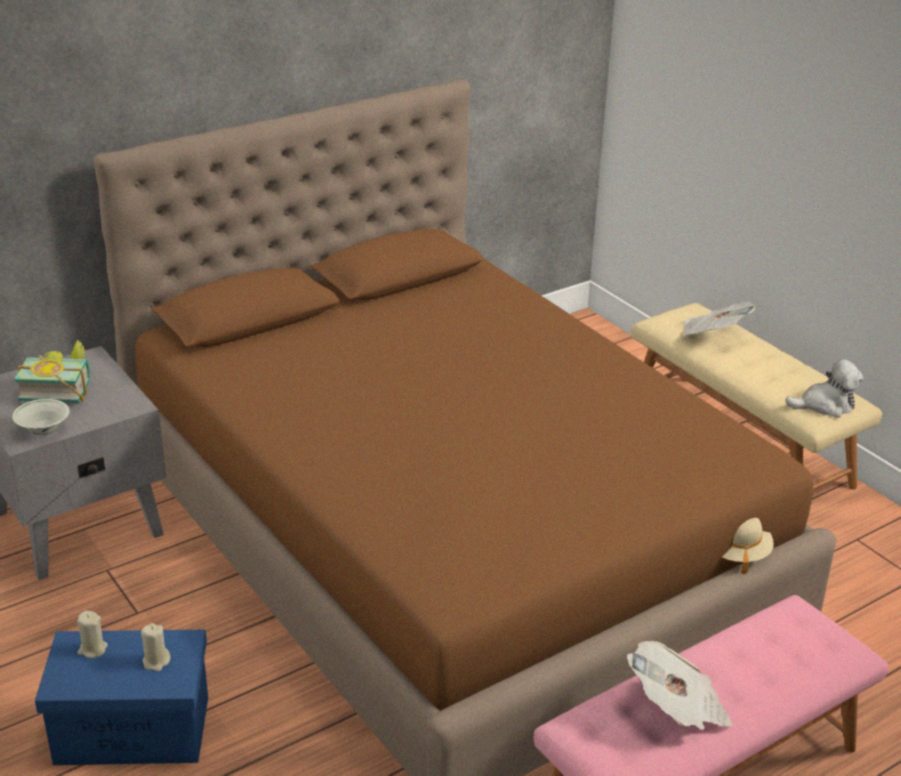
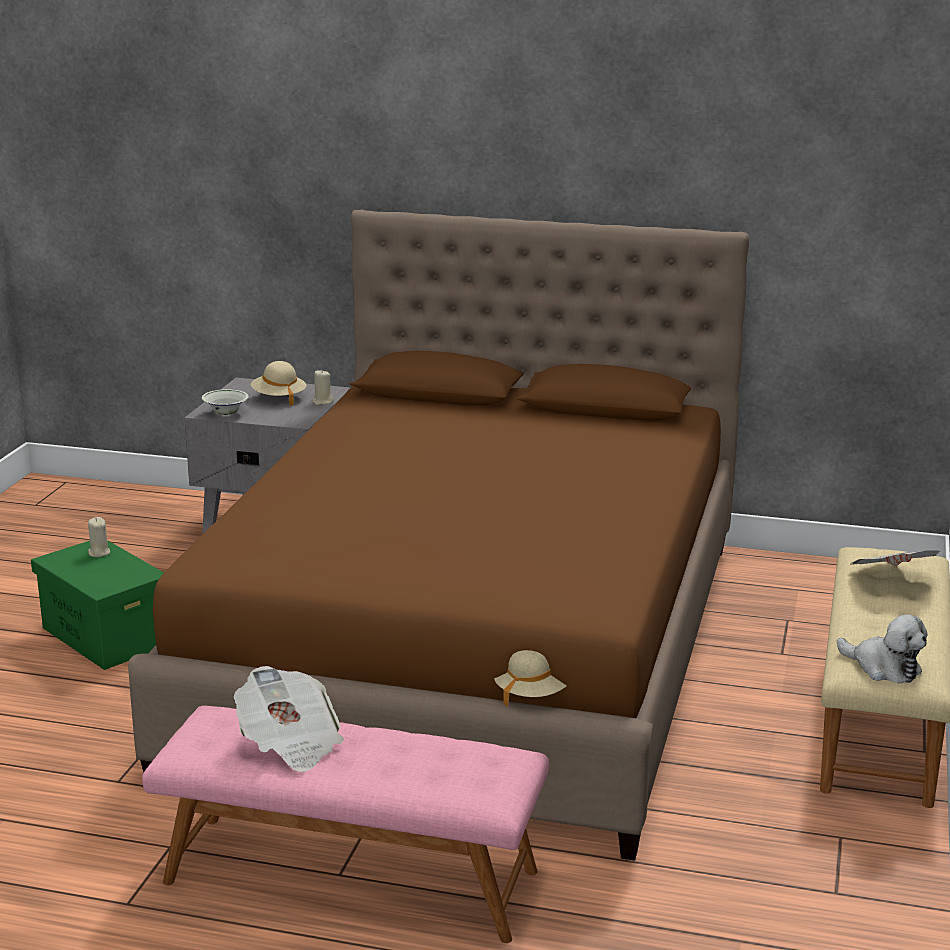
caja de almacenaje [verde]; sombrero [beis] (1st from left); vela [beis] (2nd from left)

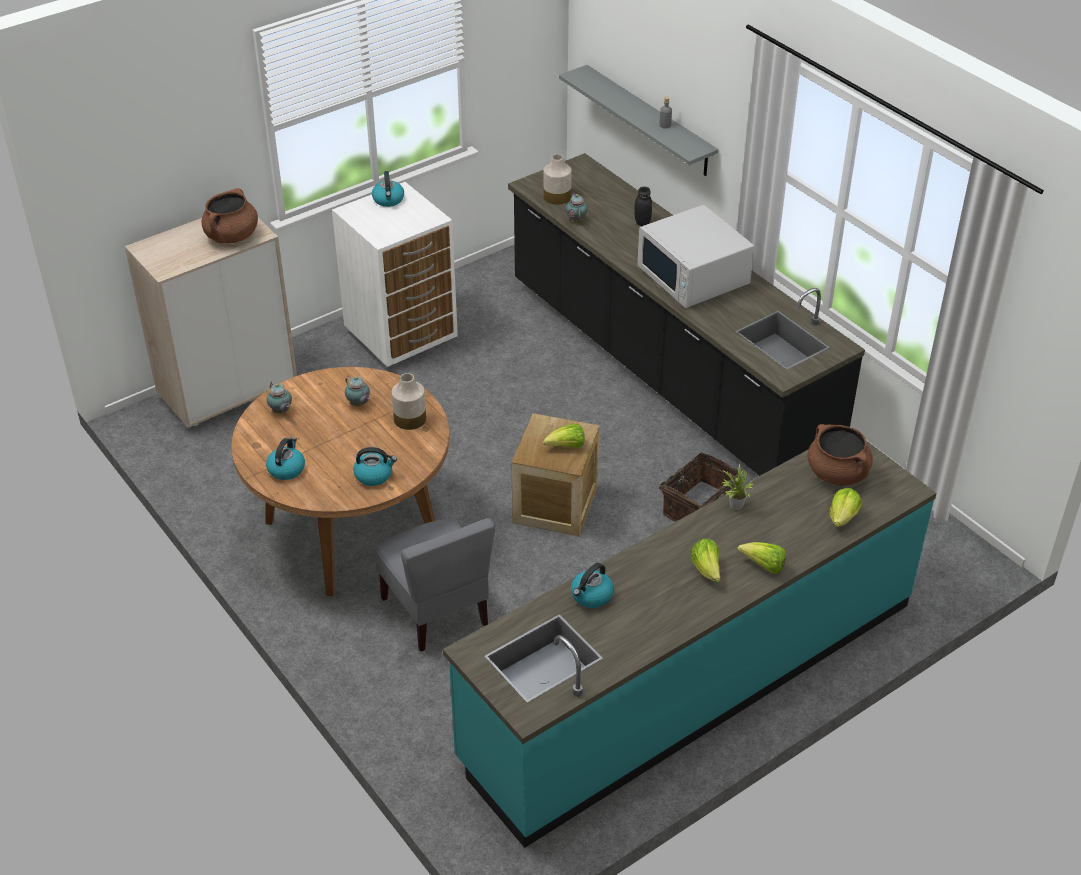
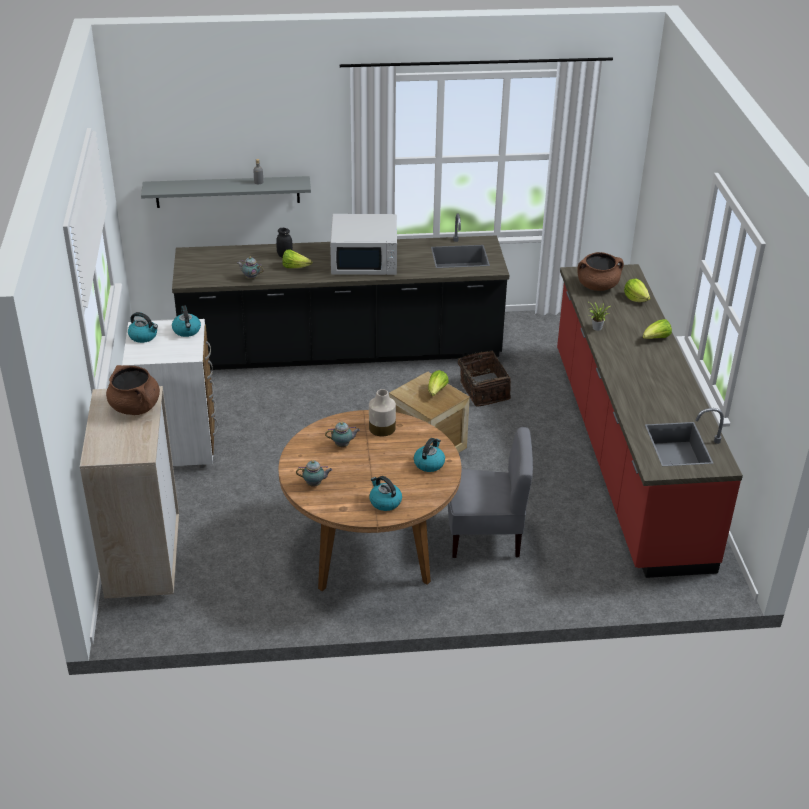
hervidor (2nd from left); lechuga (1st from left); mueble bajo de cocina [rojo]; florero [beis] (2nd from left in the first image)

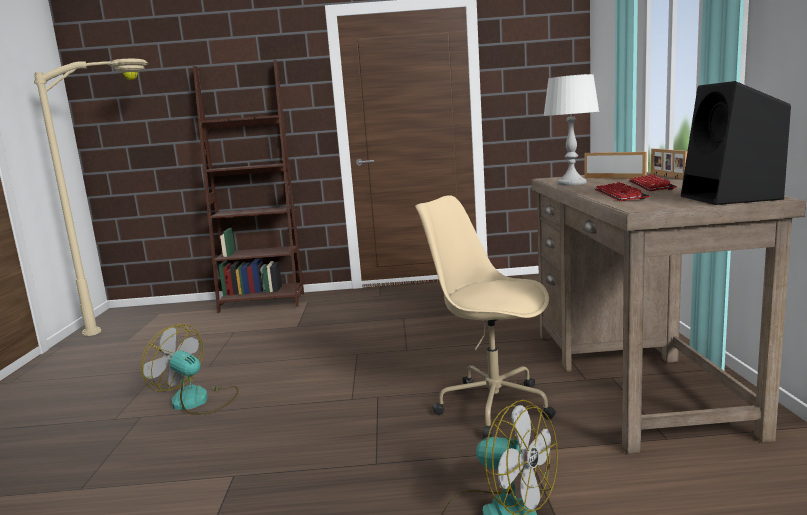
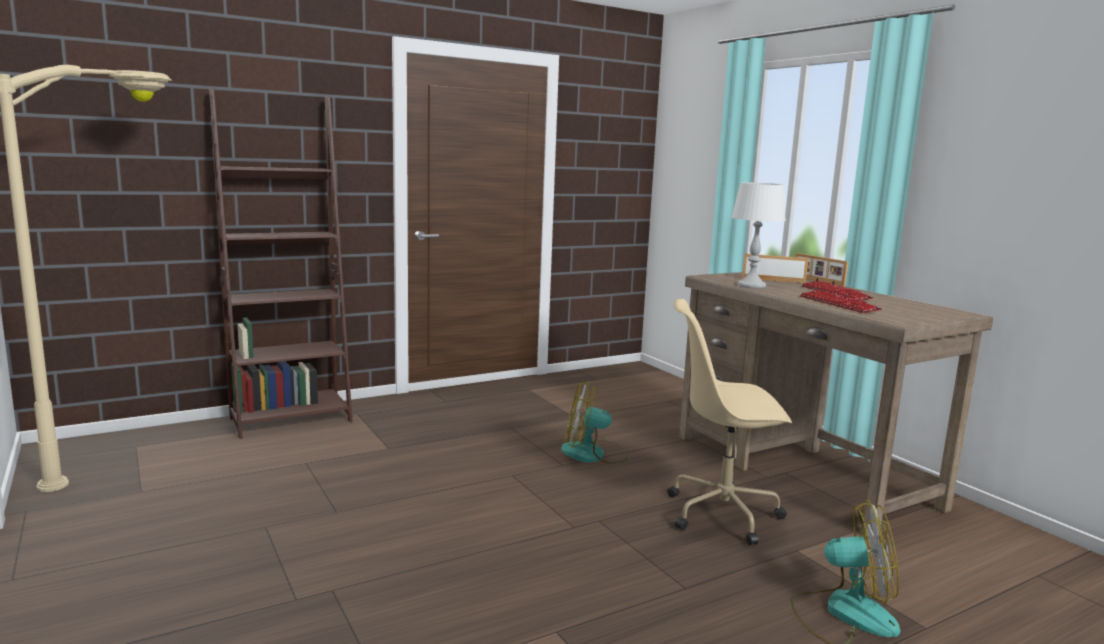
ventilador (1st from left); altavoz [negro]

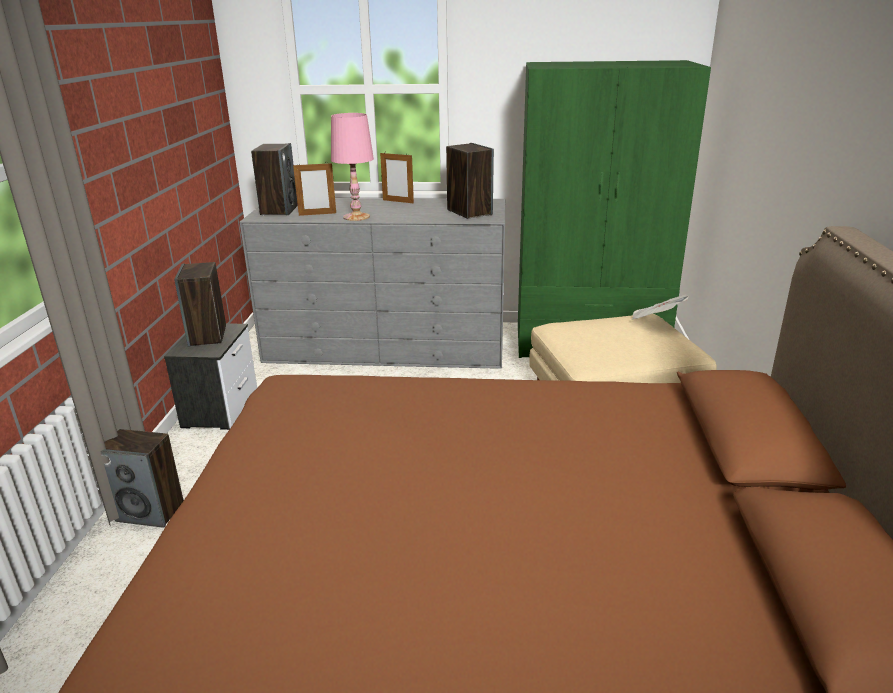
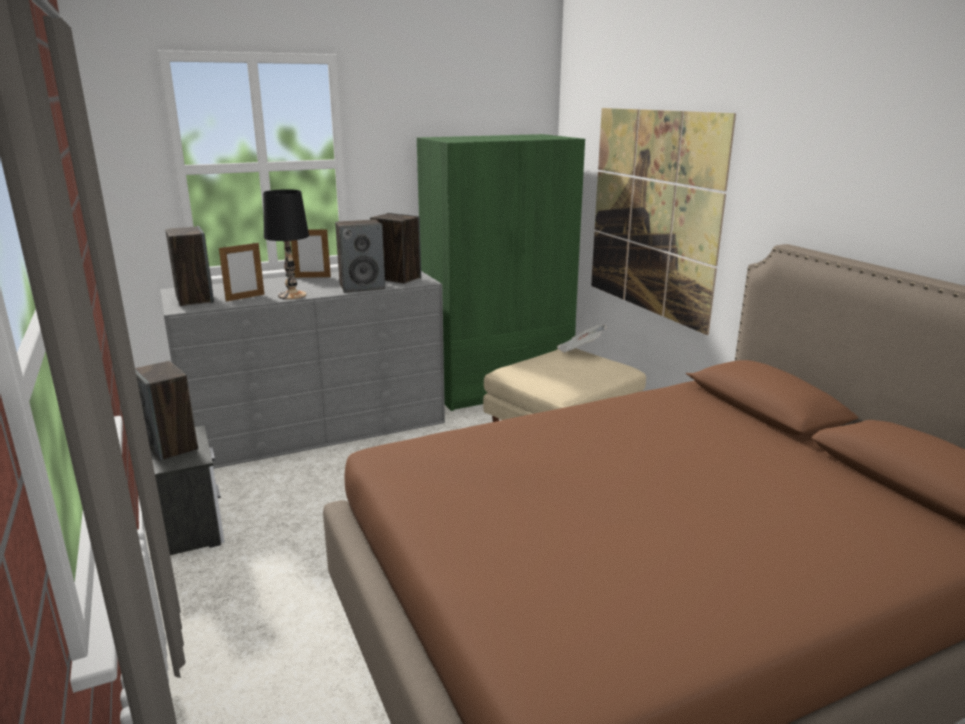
lámpara de mesa [negro]; altavoz (3rd from left); cuadro

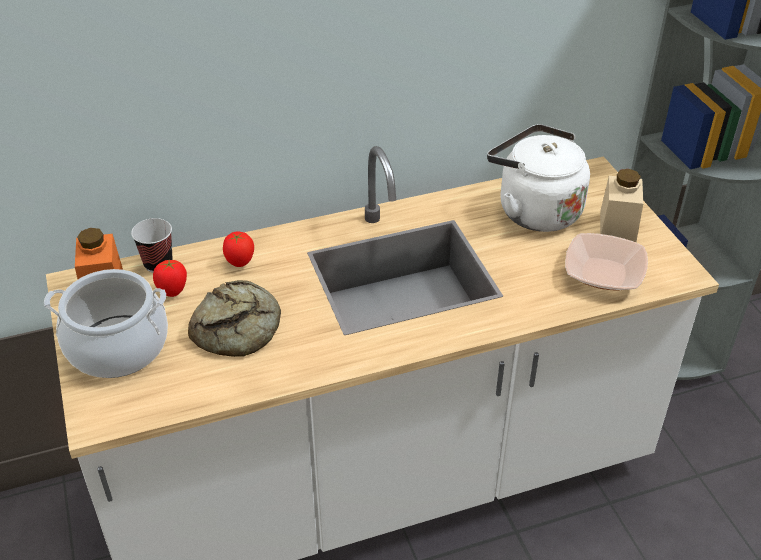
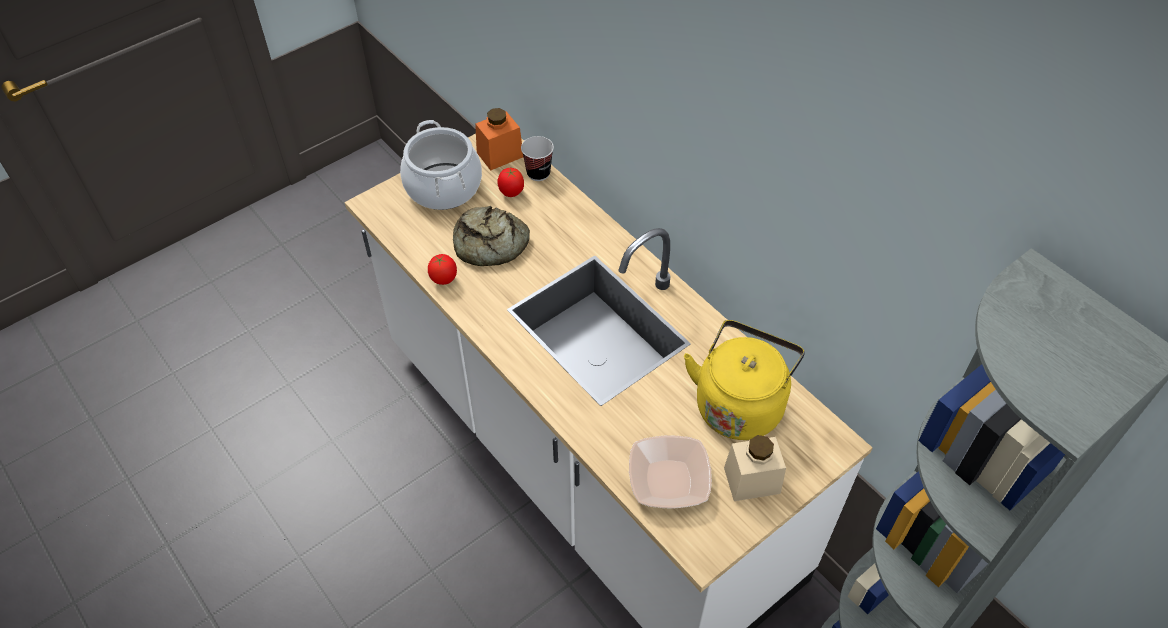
tomate (1st from left); hervidor [amarillo]

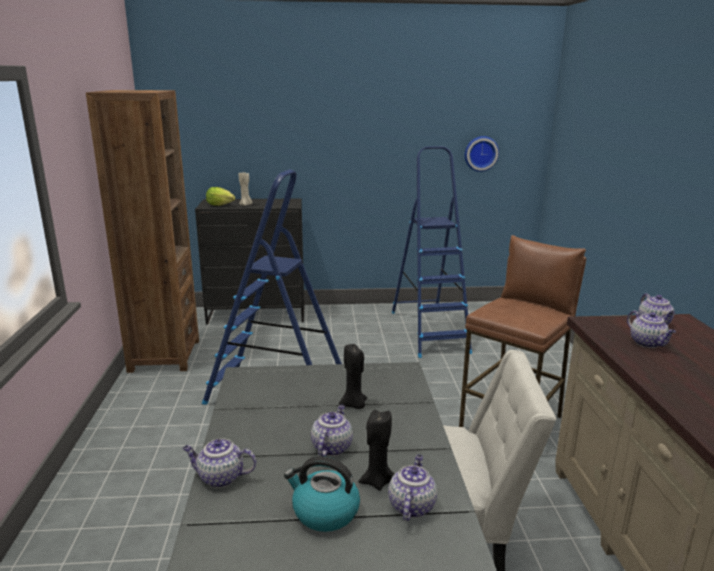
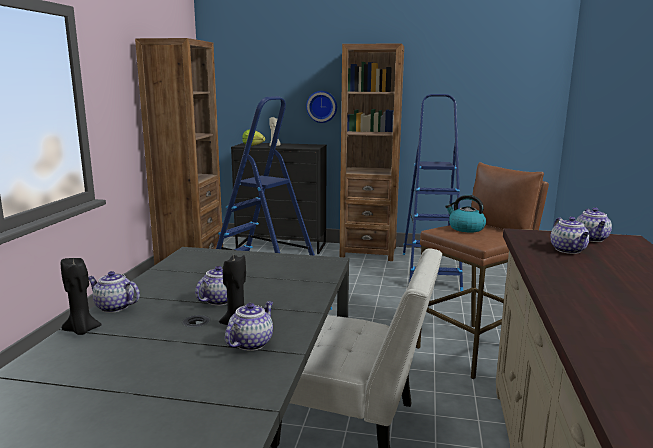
vela [negro] (1st from left); reloj de pared; estantería [marrón] (2nd from left); hervidor

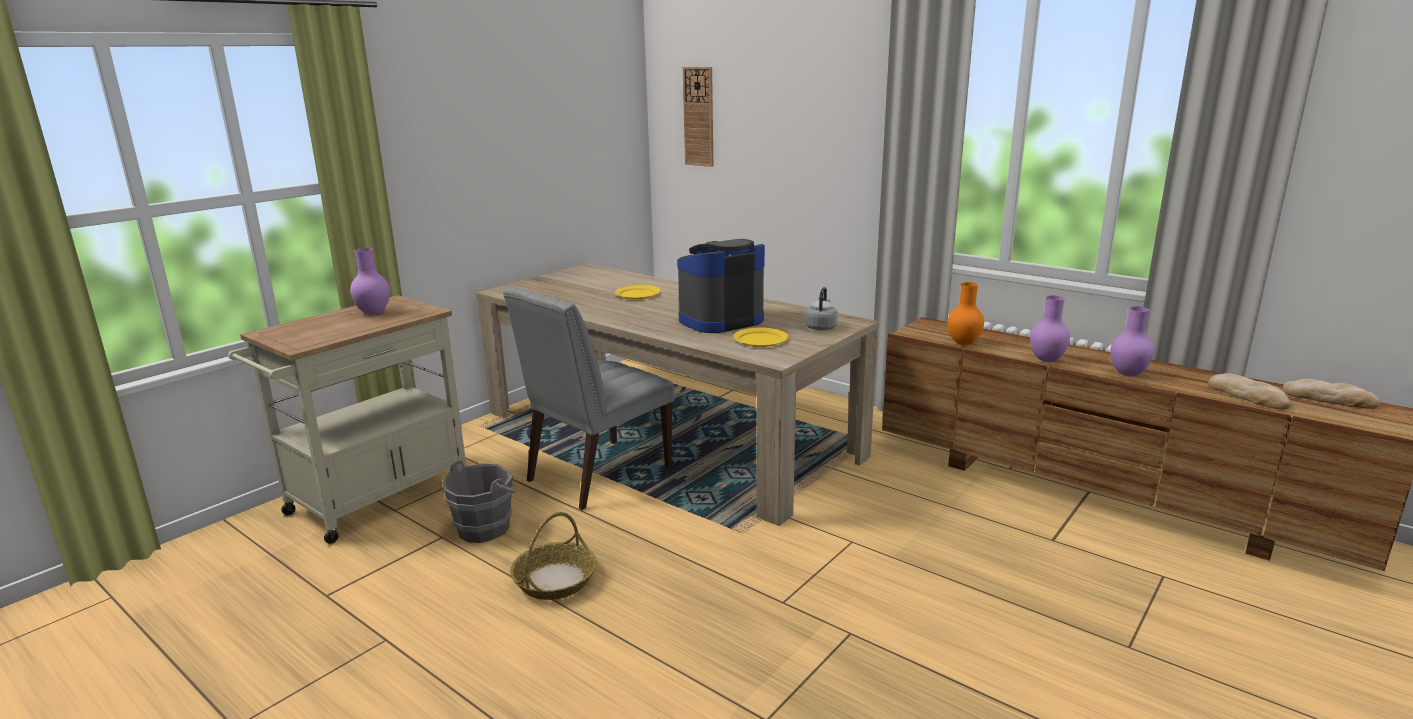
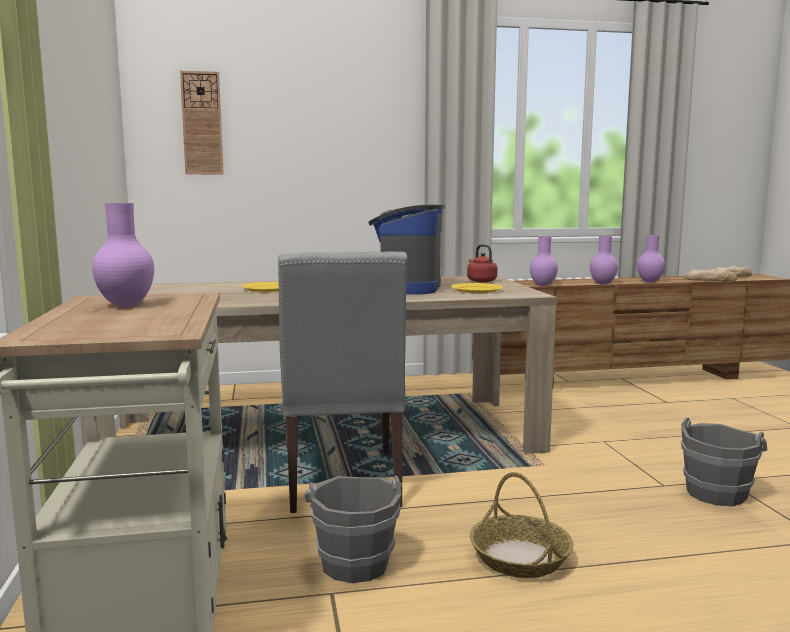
hervidor [rojo]; florero [morado] (2nd from left); cubo [gris] (2nd from left)

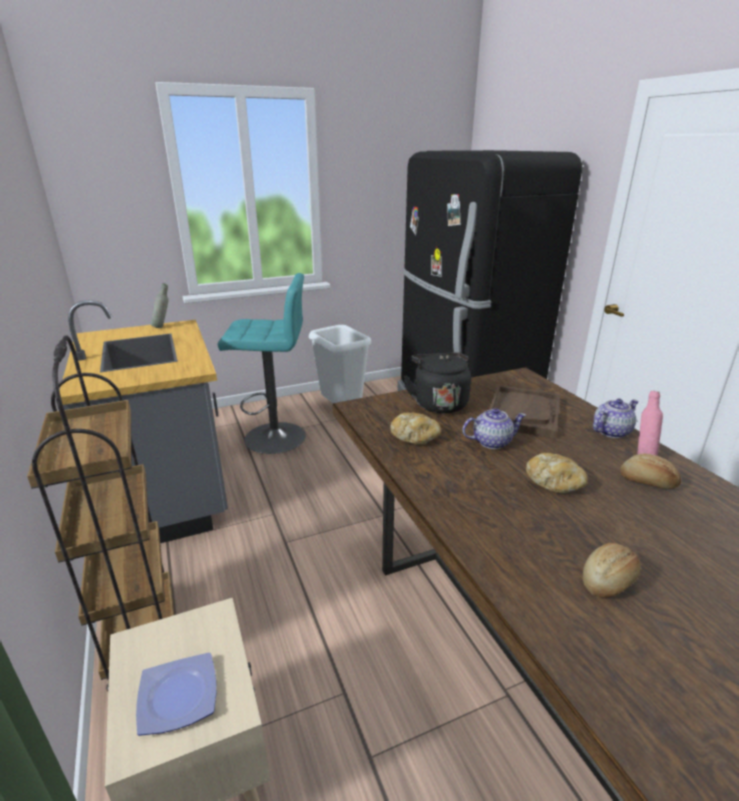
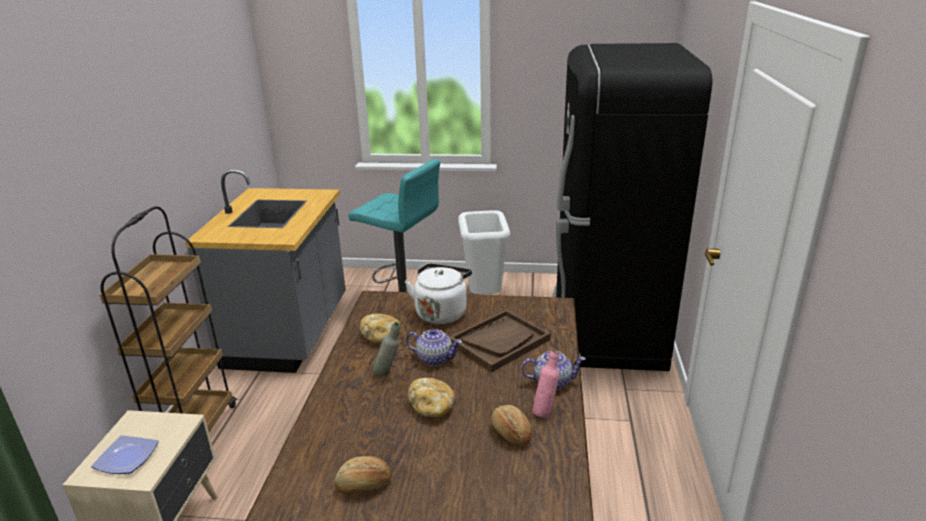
botella [gris]; hervidor [blanco]

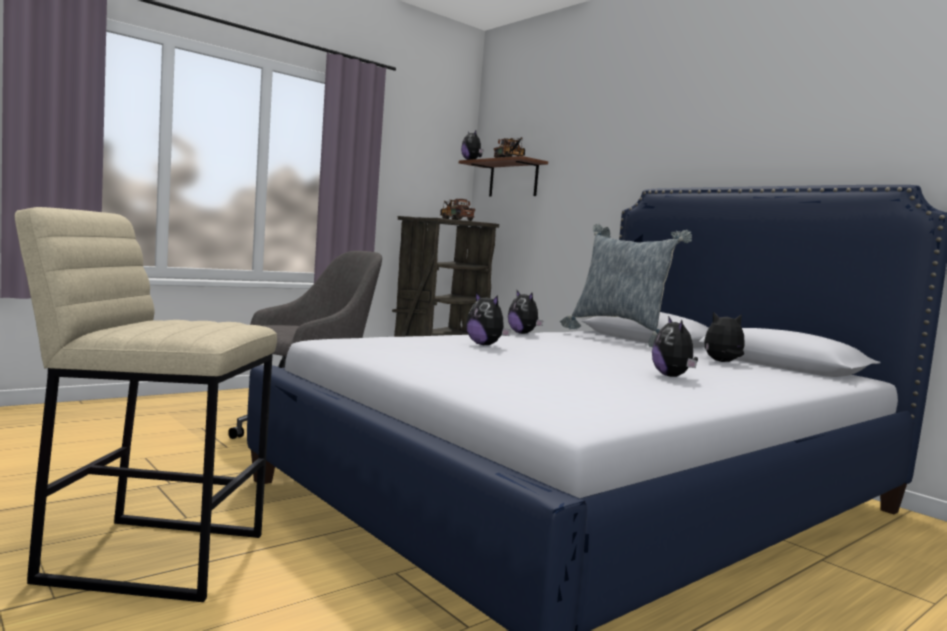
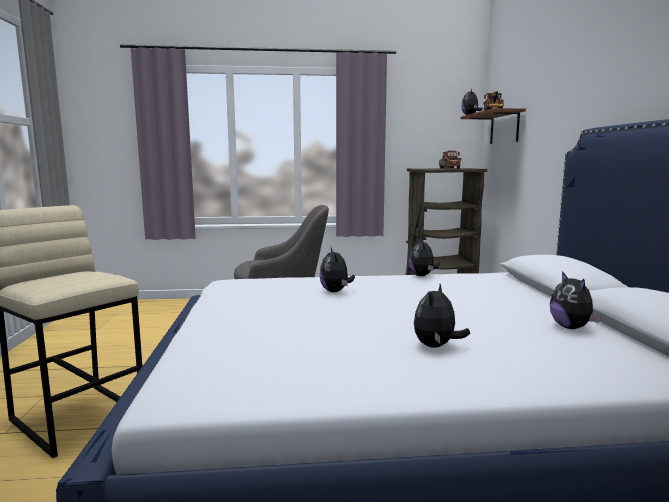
peluche (5th from left); cojín

